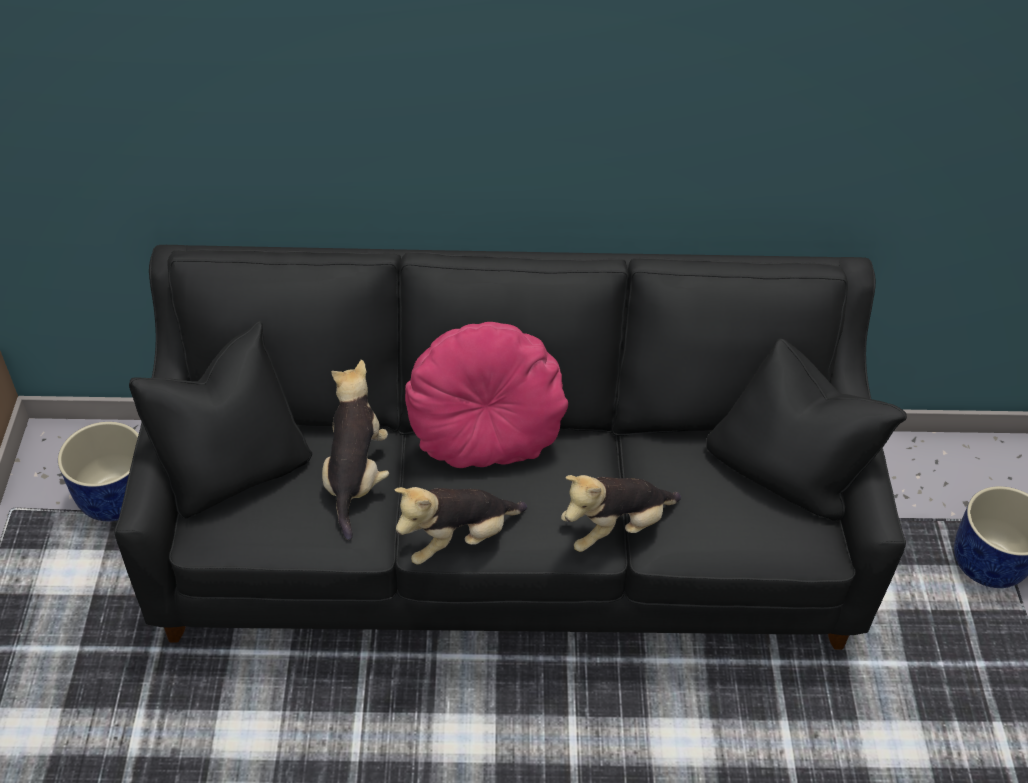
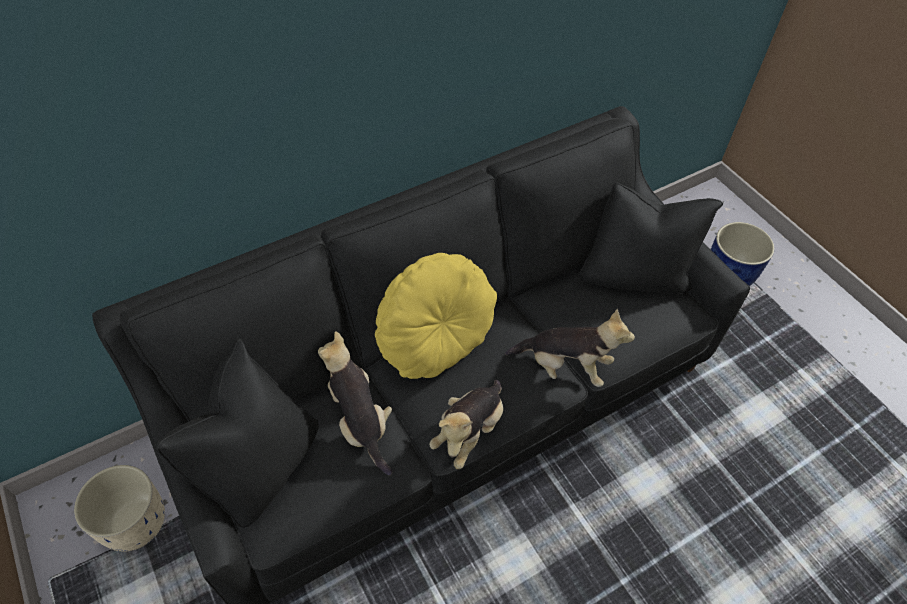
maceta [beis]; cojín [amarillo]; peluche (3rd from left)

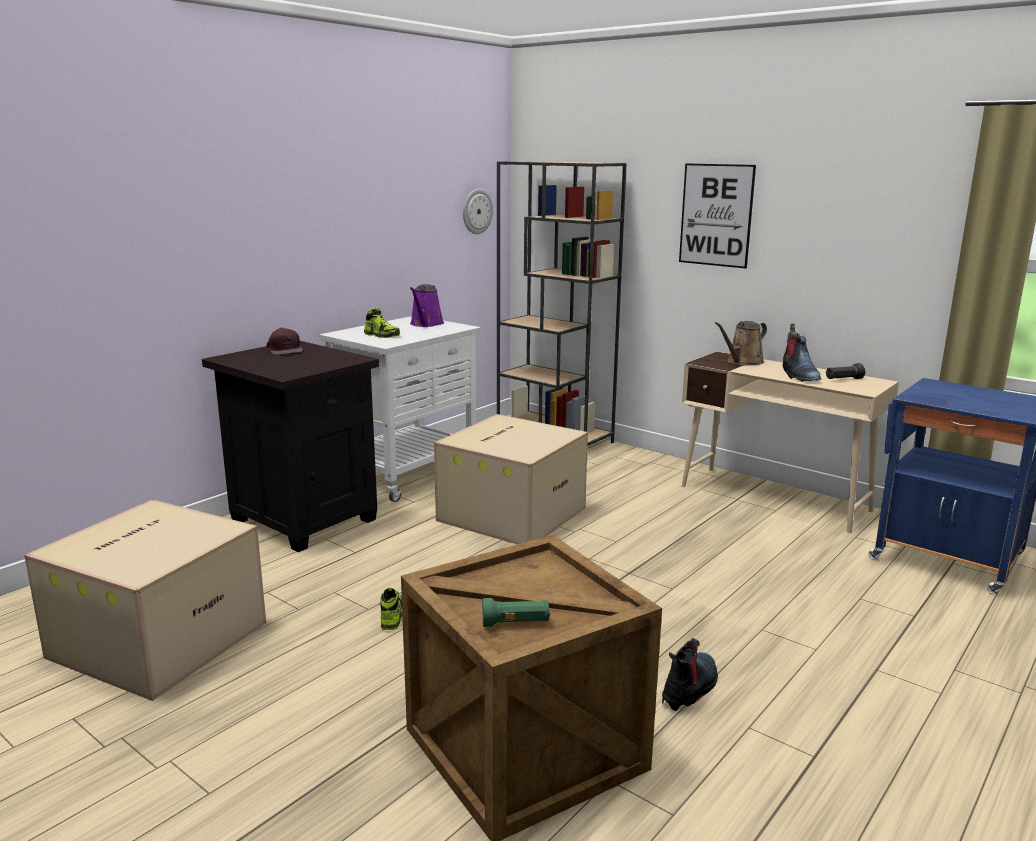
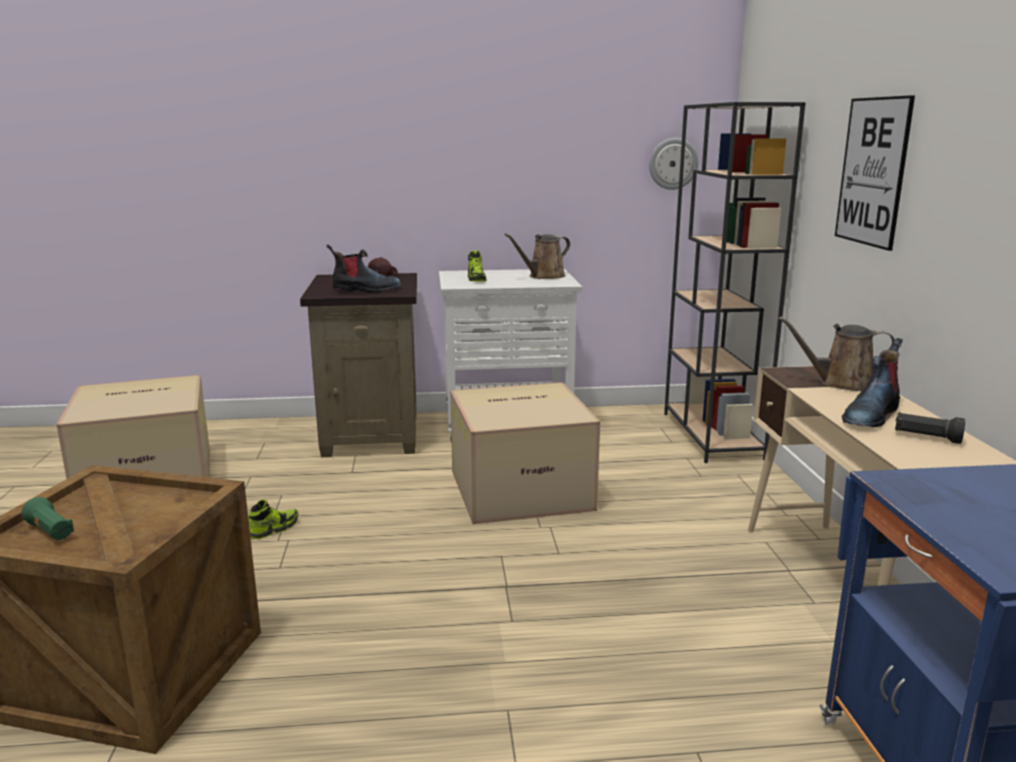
armario [beis]; bota (1st from left); regadera [marrón] (1st from left)

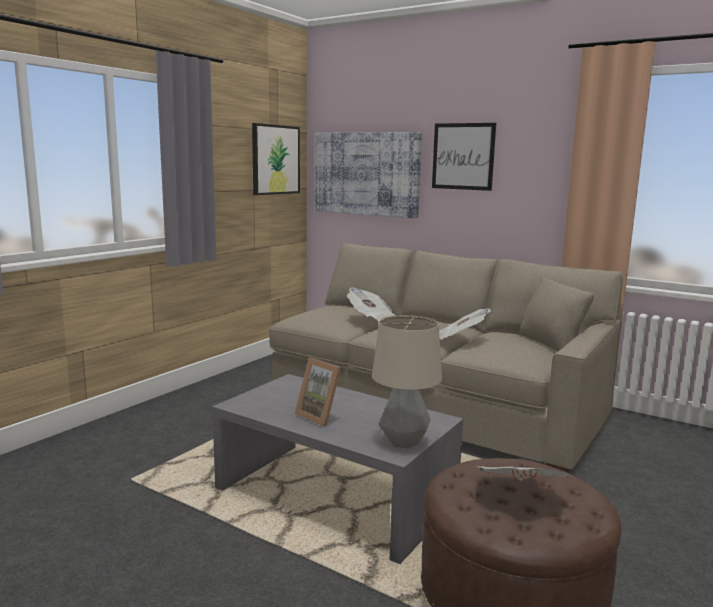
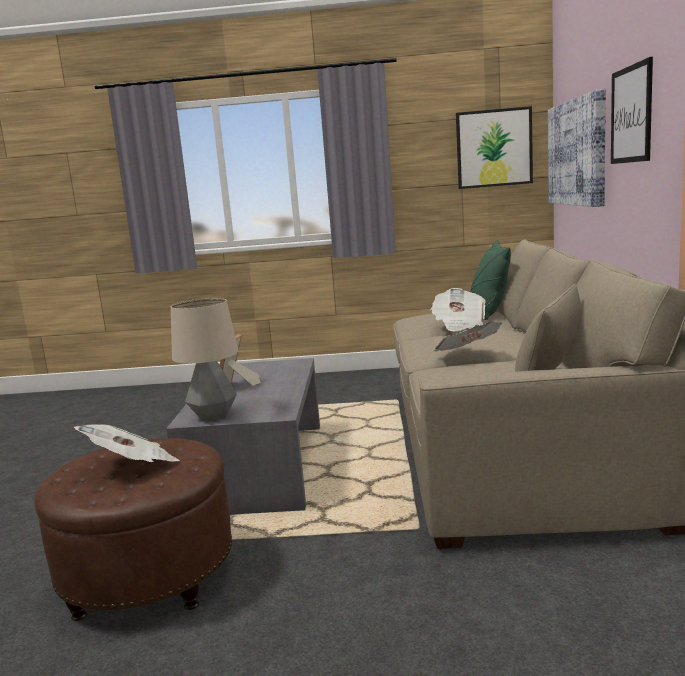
cojín [verde]

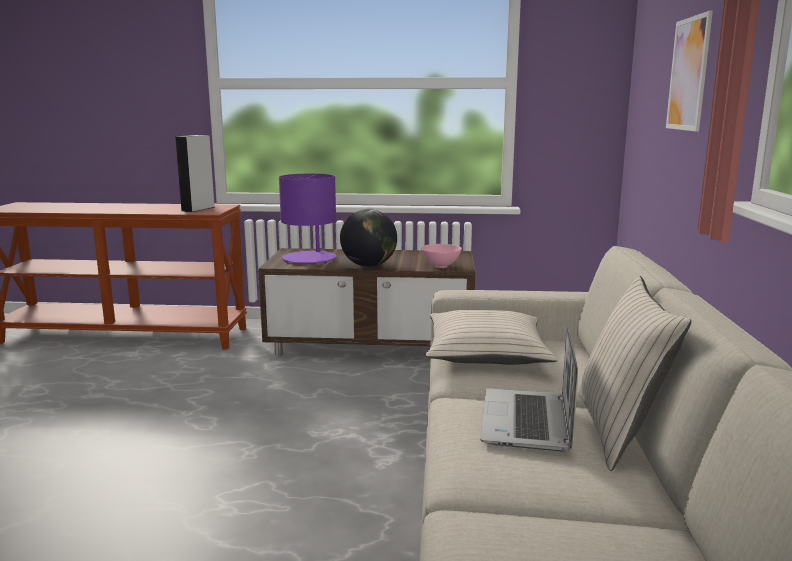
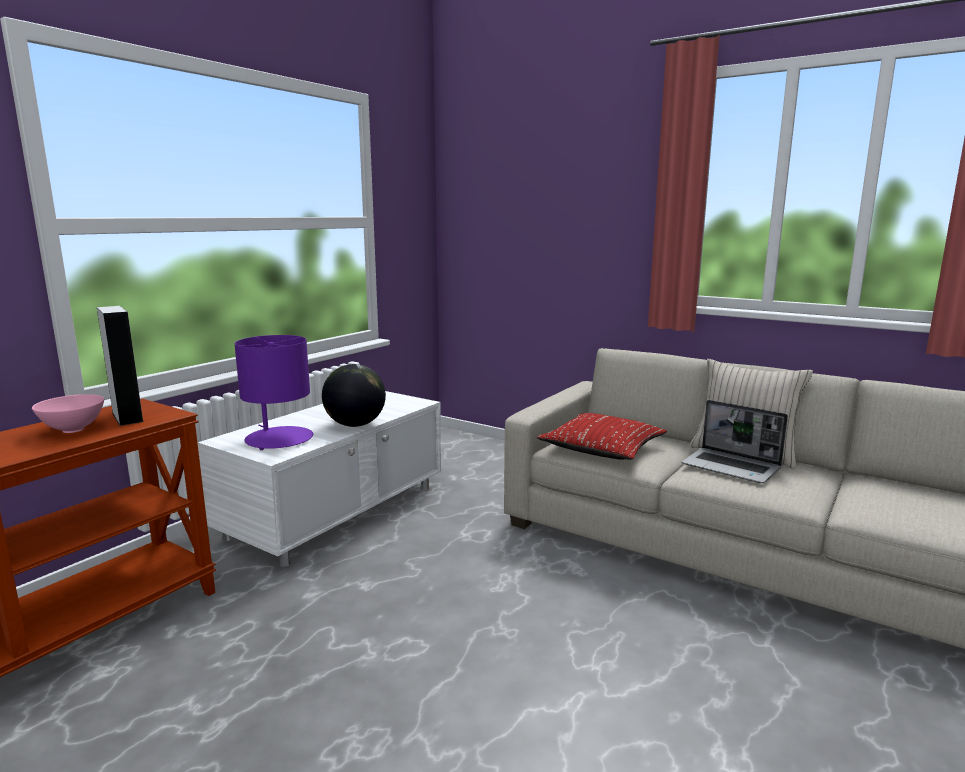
cuenco [rosa]; mueble de televisión [blanco]; cojín [rojo]; cuadro

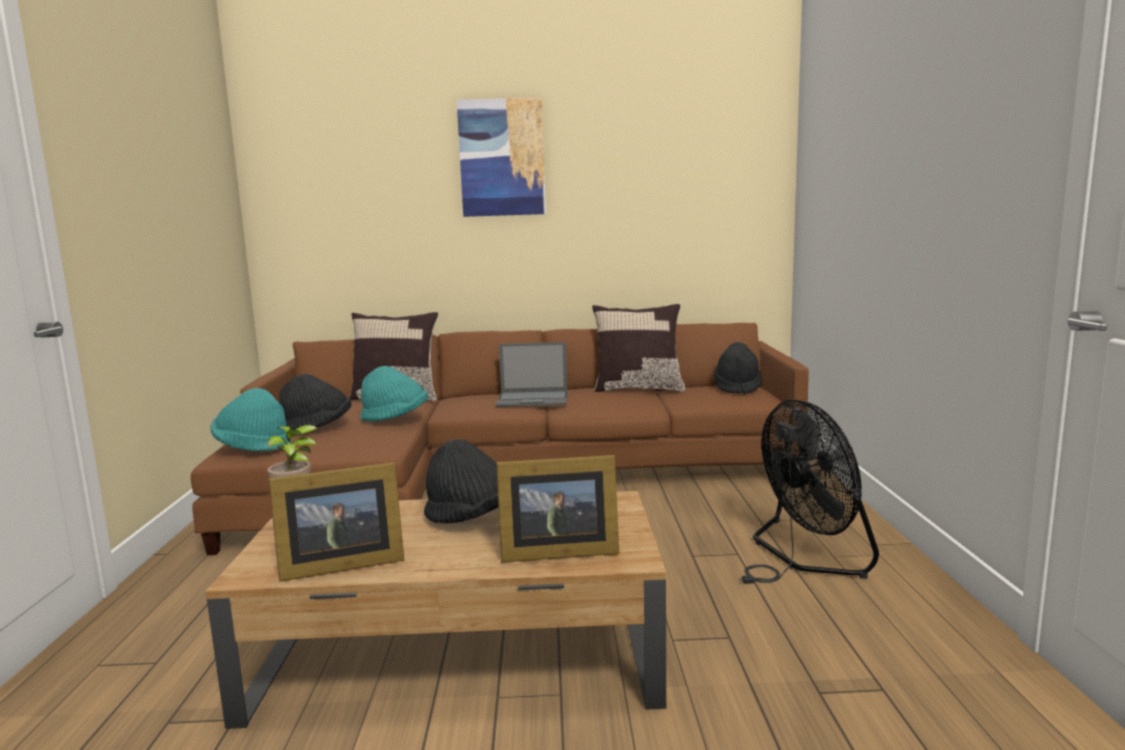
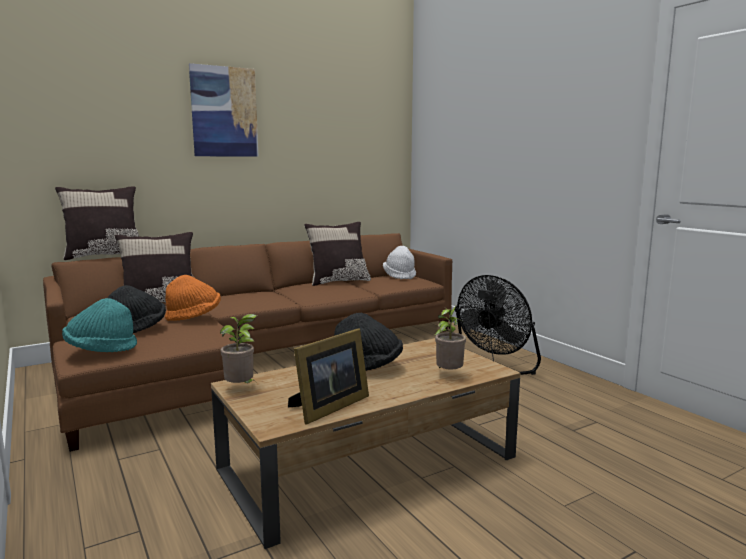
cojín (1st from left); sombrero [naranja]; sombrero [blanco]; planta en maceta (2nd from left); portátil

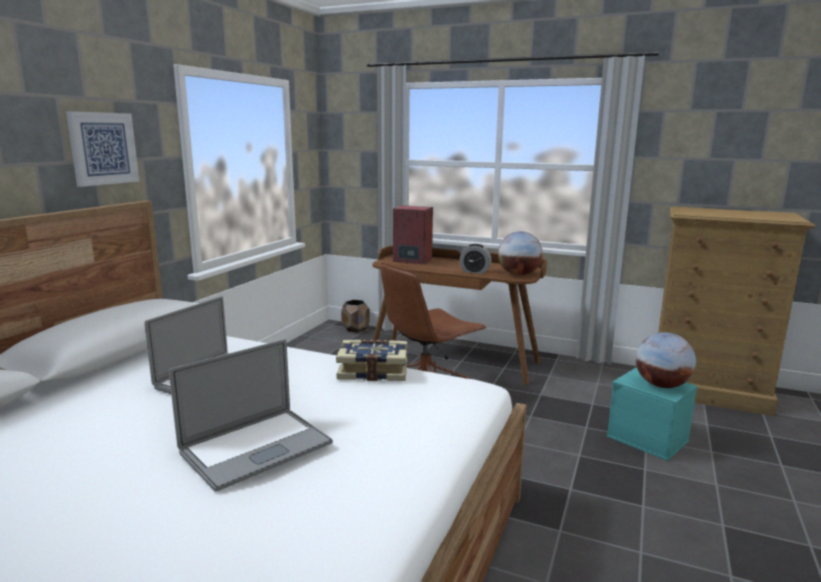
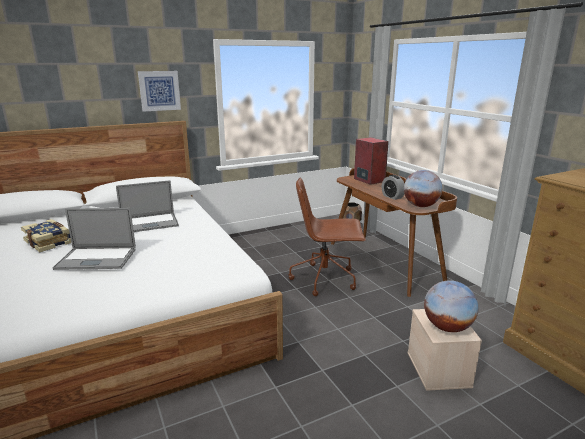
libro; caja de almacenaje [beis]

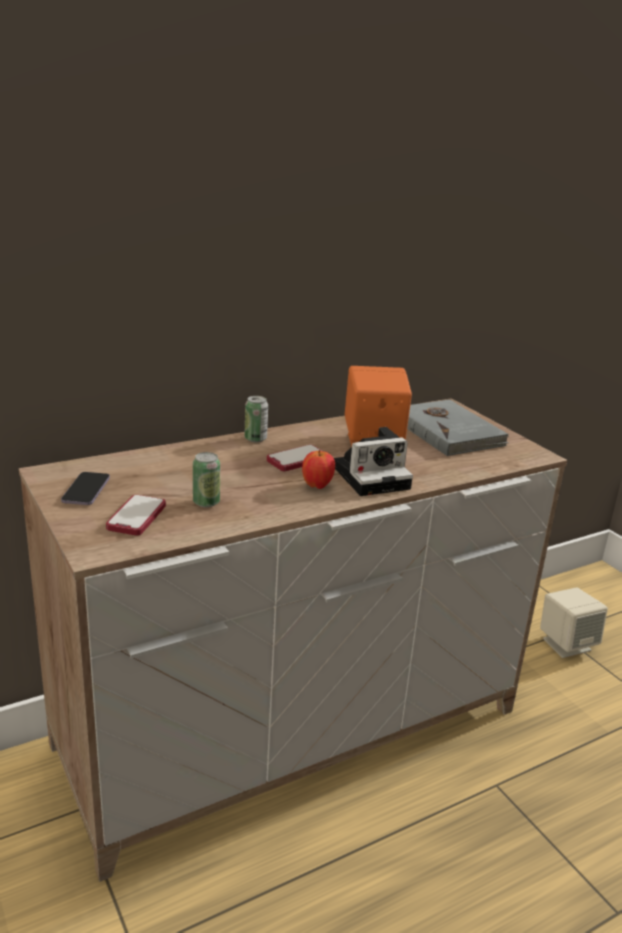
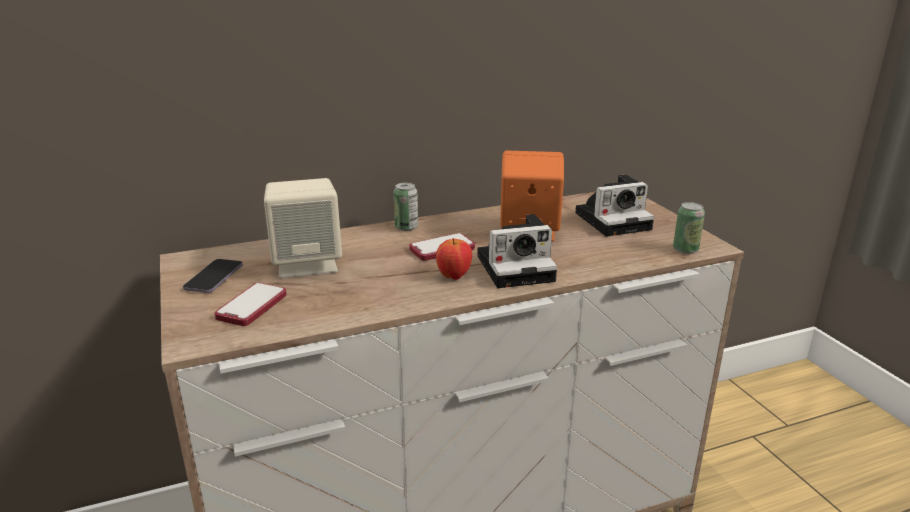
altavoz [beis]; cámara (2nd from left); lata (2nd from left)

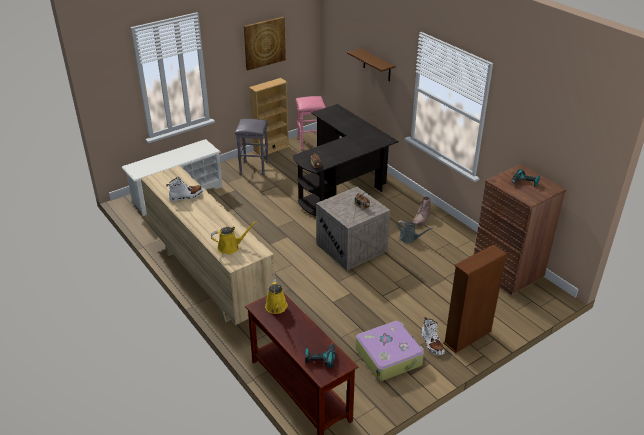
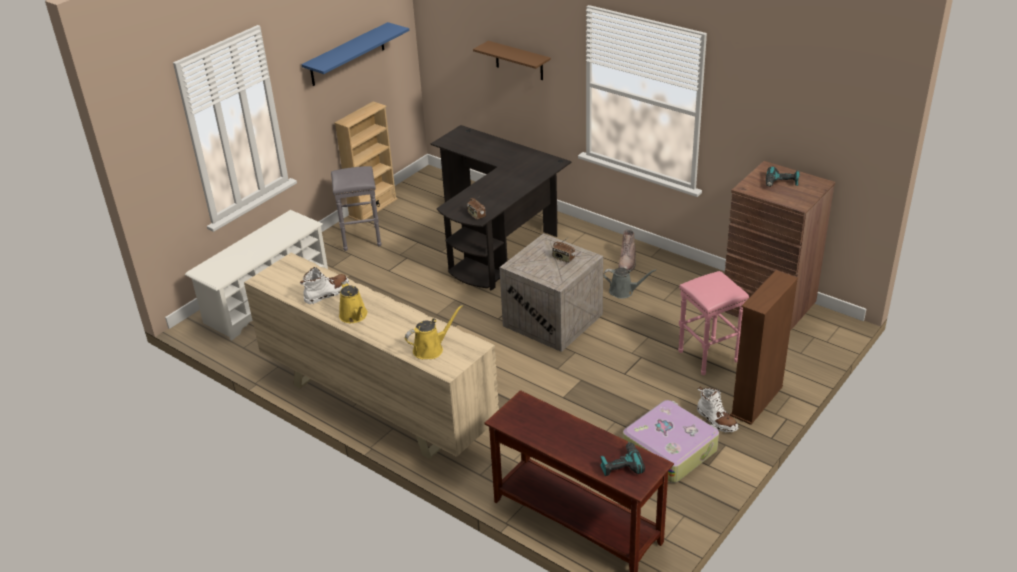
estante [azul]; regadera [amarillo] (1st from left); taburete [rosa]

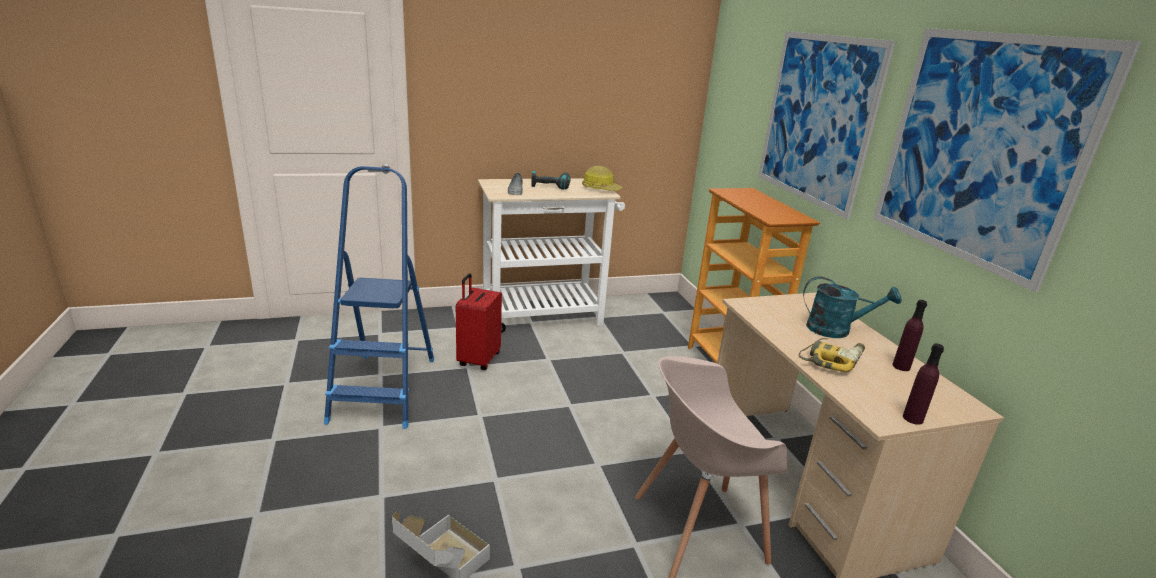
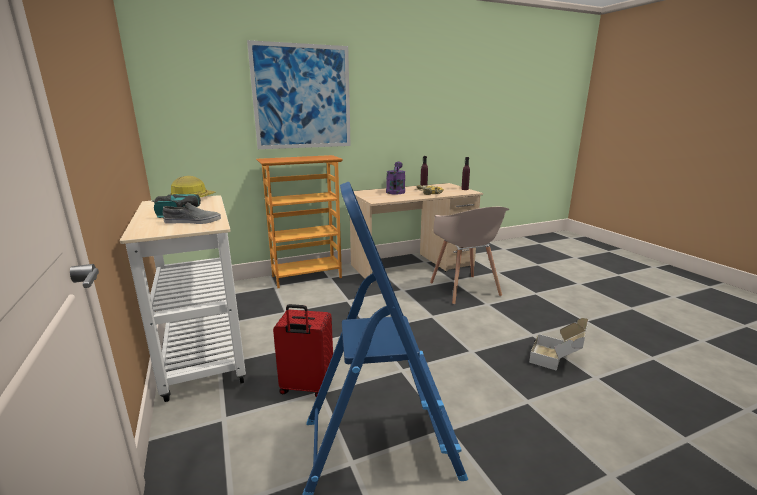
regadera [morado]; cuadro (2nd from left in the first image)

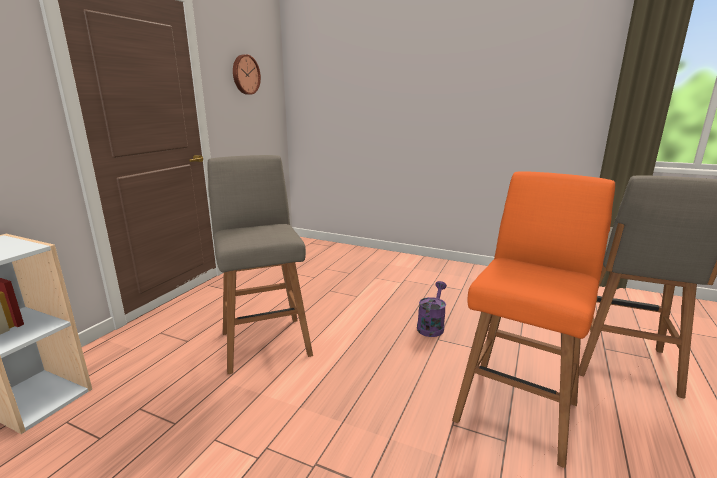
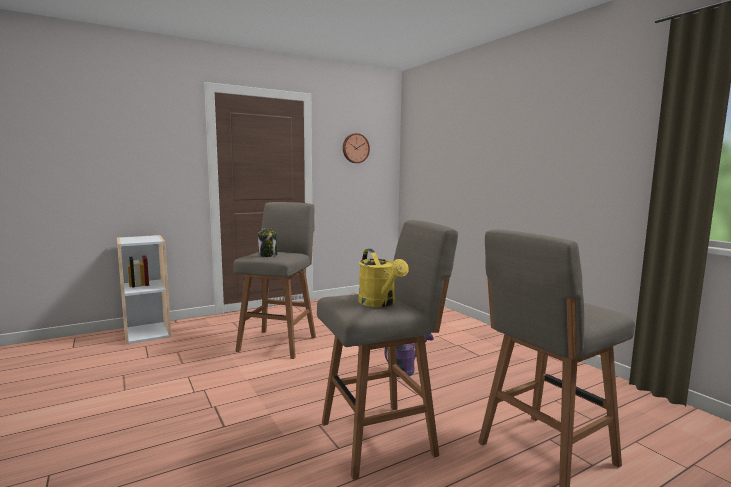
tarro; taburete [gris] (2nd from left); regadera [amarillo]

